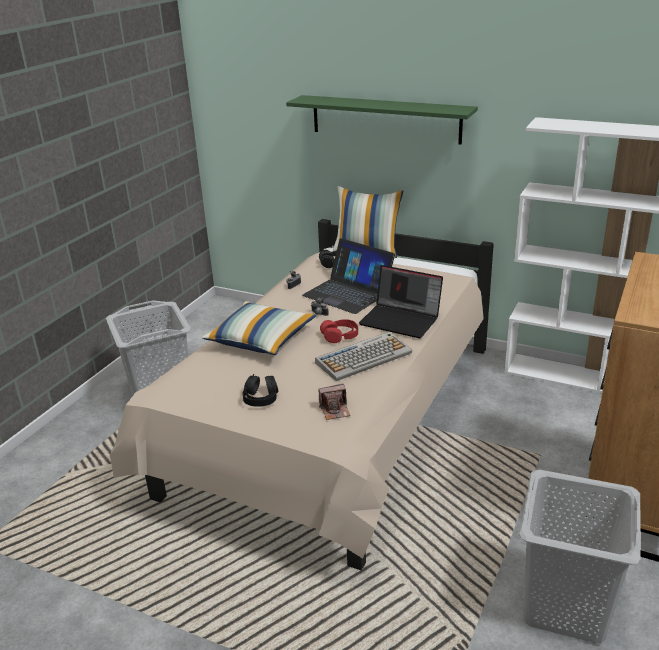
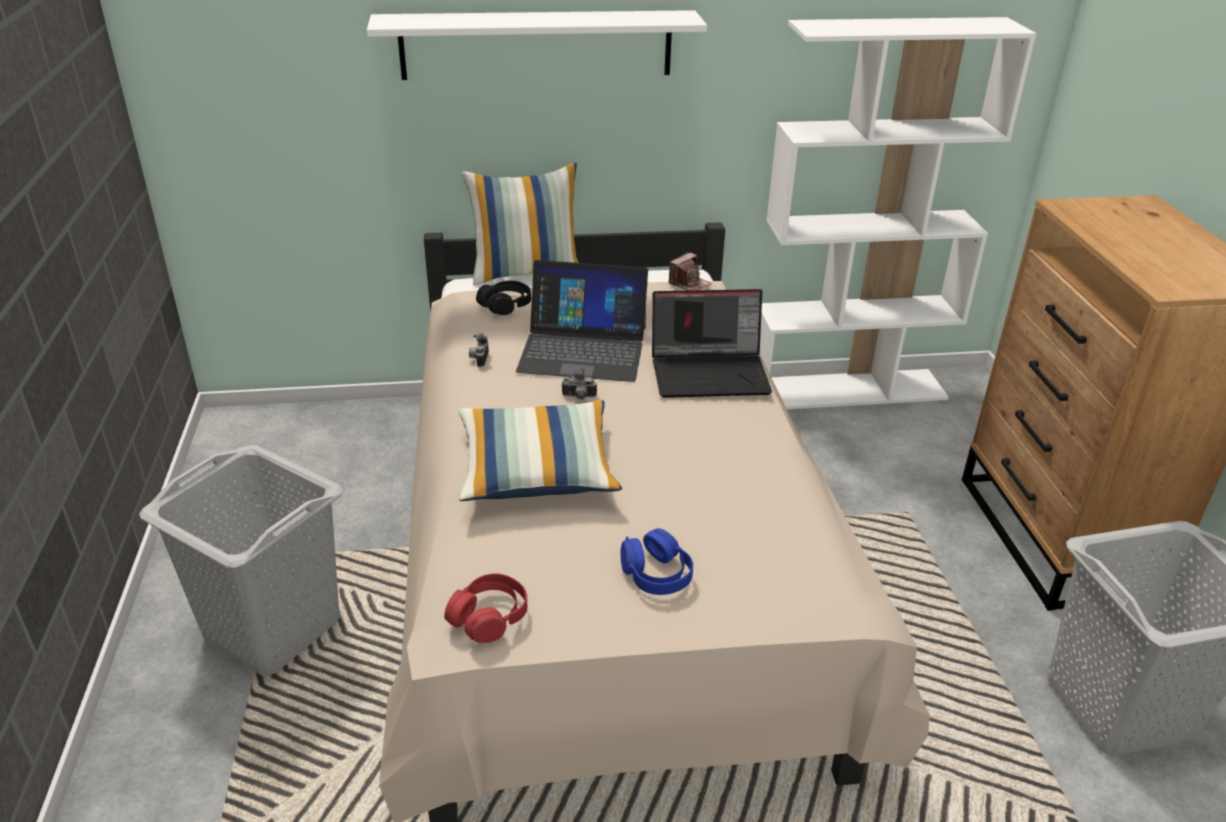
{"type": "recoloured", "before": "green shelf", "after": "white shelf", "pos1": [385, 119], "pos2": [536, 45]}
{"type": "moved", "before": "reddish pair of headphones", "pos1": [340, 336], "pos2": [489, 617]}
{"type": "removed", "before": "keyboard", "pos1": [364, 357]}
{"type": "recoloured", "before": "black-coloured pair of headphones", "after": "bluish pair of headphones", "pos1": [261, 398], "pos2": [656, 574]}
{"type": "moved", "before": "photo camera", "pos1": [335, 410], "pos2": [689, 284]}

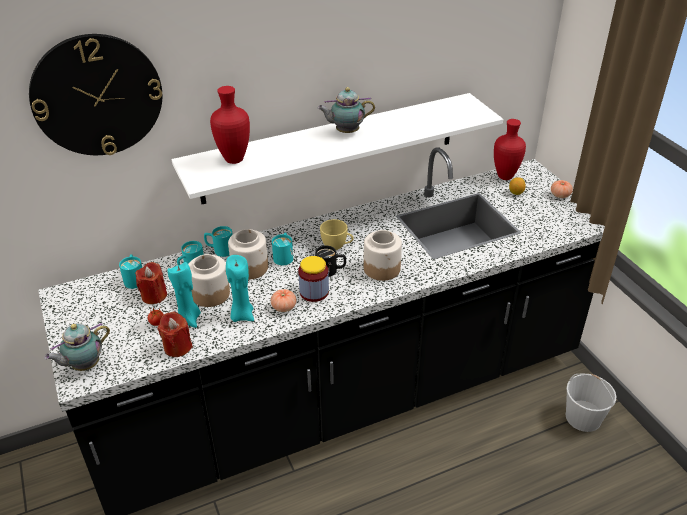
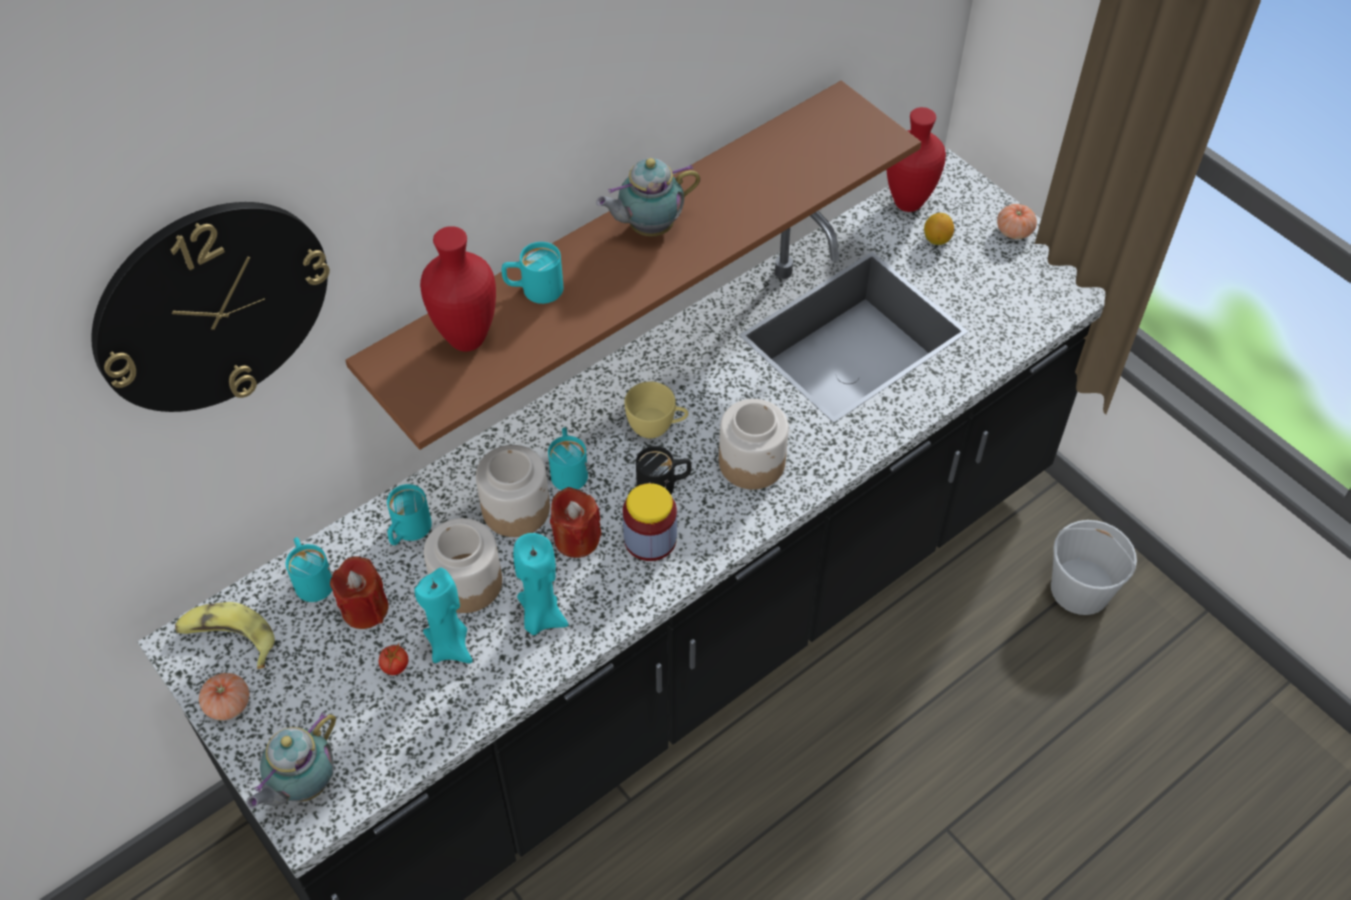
{"type": "recoloured", "before": "white shelf", "after": "brown shelf", "pos1": [331, 148], "pos2": [613, 246]}
{"type": "moved", "before": "turquoise coffee mug", "pos1": [220, 250], "pos2": [533, 289]}
{"type": "moved", "before": "whole tomato", "pos1": [284, 307], "pos2": [228, 704]}
{"type": "moved", "before": "reddish wax light", "pos1": [177, 347], "pos2": [576, 538]}
{"type": "added", "after": "banana fruit", "pos2": [228, 639]}

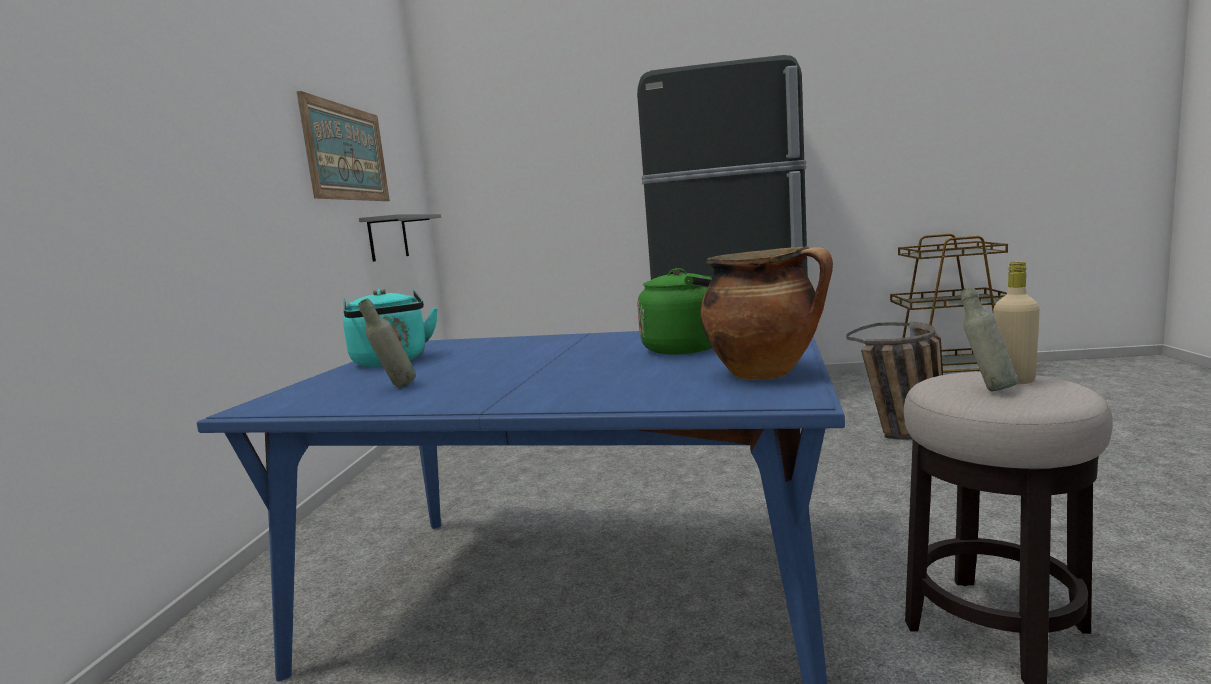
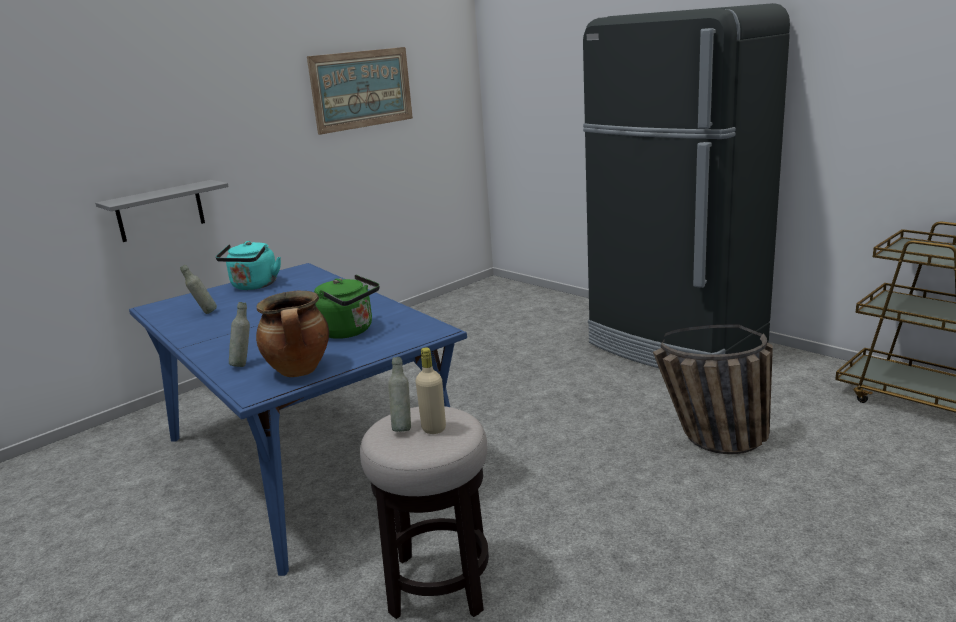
{"type": "moved", "before": "grey shelf", "pos1": [388, 238], "pos2": [160, 211]}
{"type": "added", "after": "grey bottle", "pos2": [244, 364]}

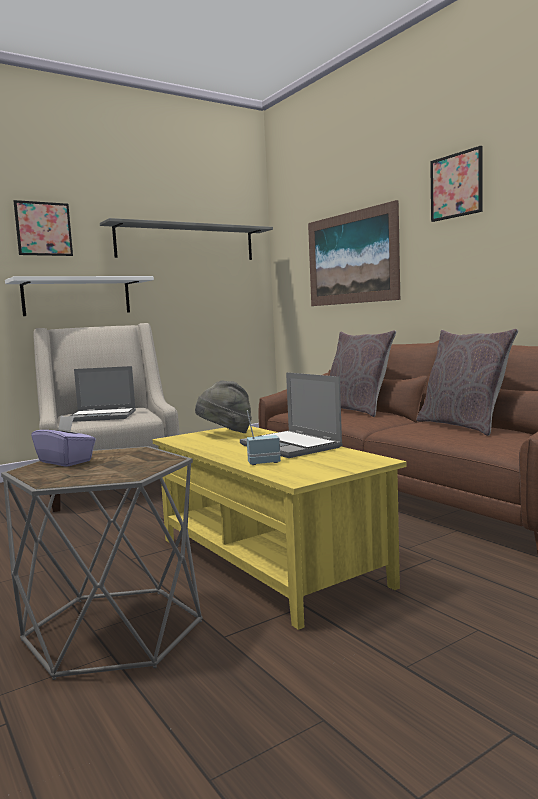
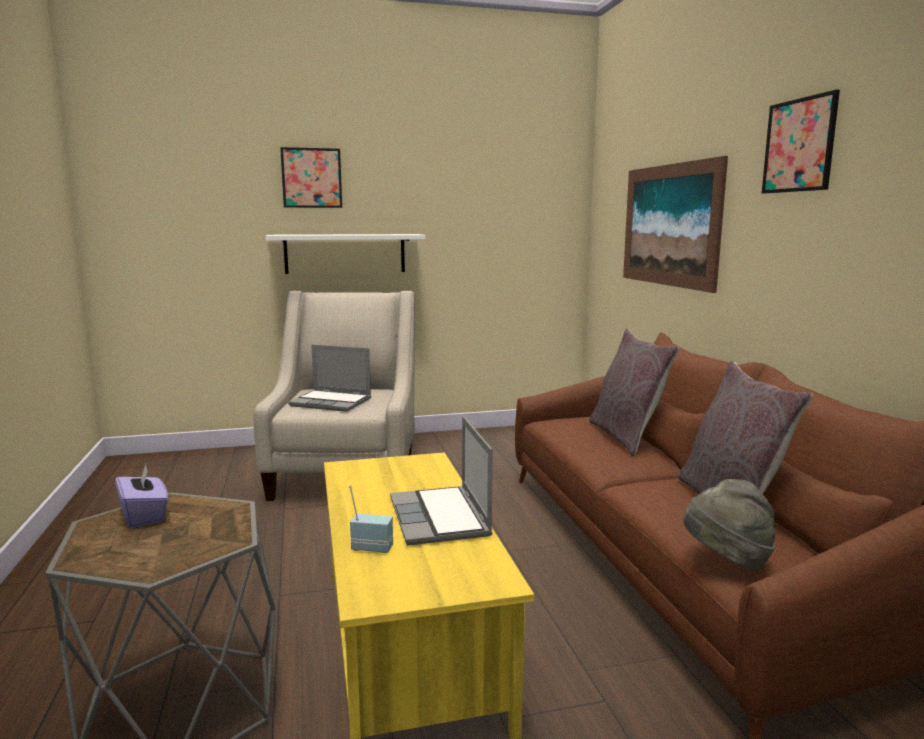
{"type": "removed", "before": "grey shelf", "pos1": [186, 242]}
{"type": "moved", "before": "grey clothing hat", "pos1": [225, 434], "pos2": [726, 560]}

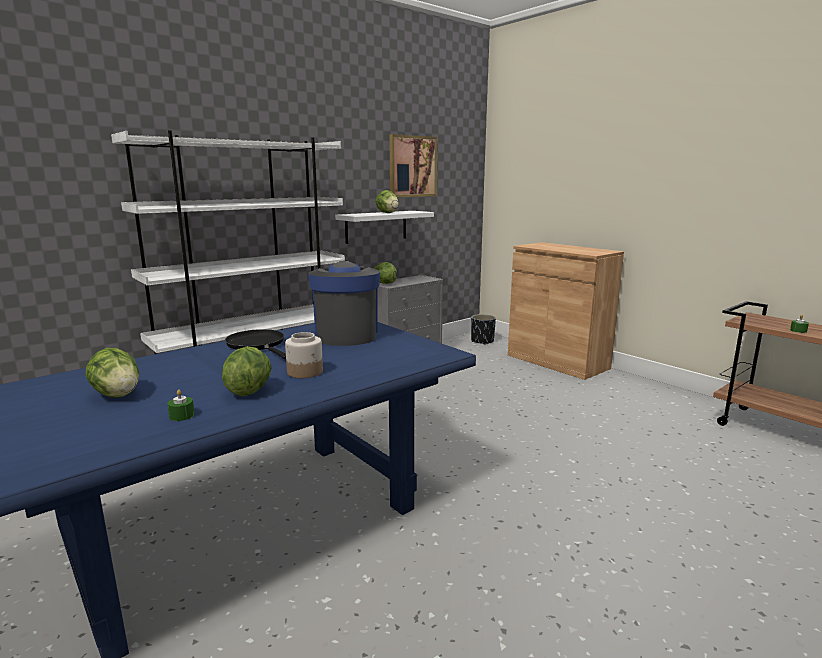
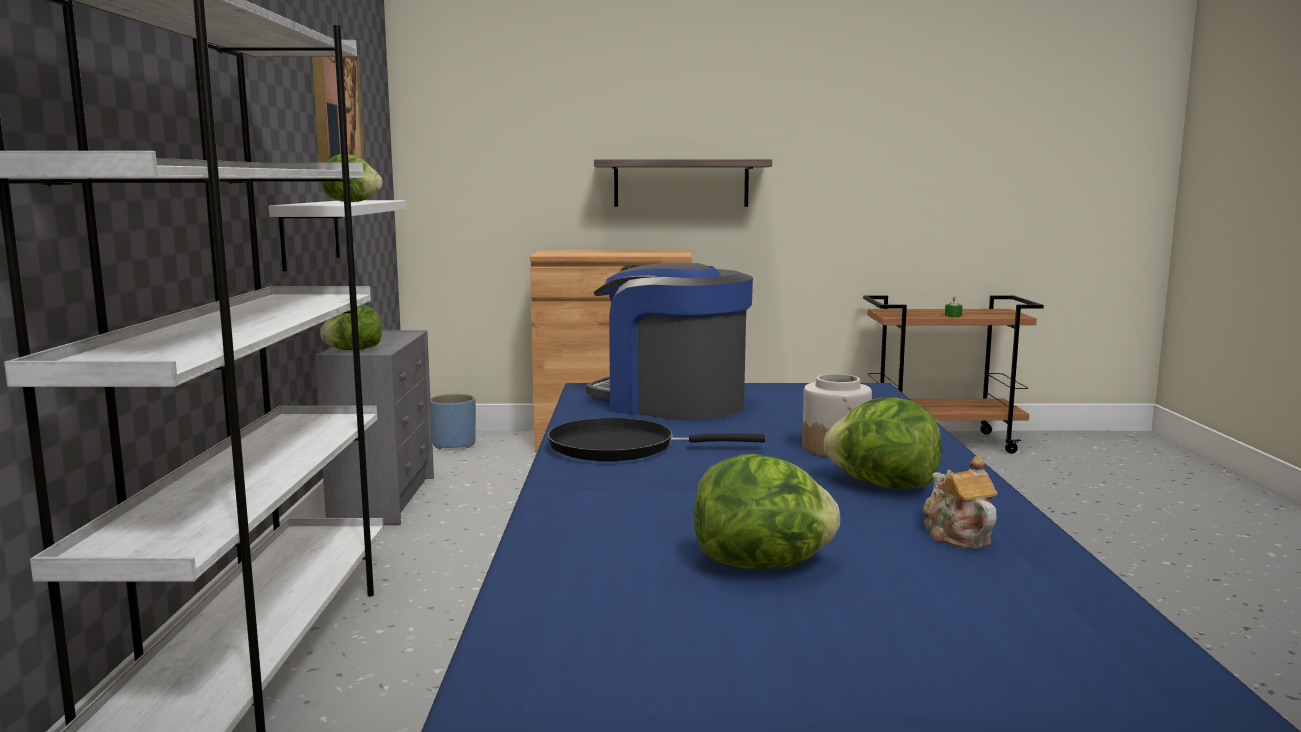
{"type": "recoloured", "before": "black-coloured flower pot", "after": "bluish flower pot", "pos1": [482, 341], "pos2": [454, 444]}
{"type": "replaced", "before": "green wax light", "after": "pot for tea", "pos1": [182, 415], "pos2": [956, 536]}
{"type": "added", "after": "shelf", "pos2": [681, 183]}

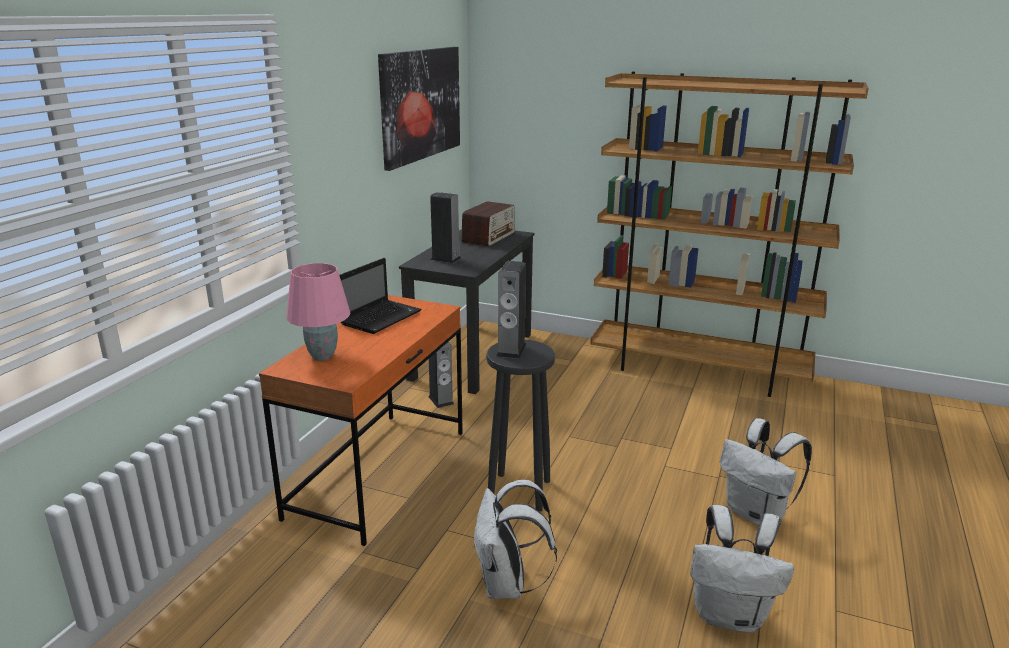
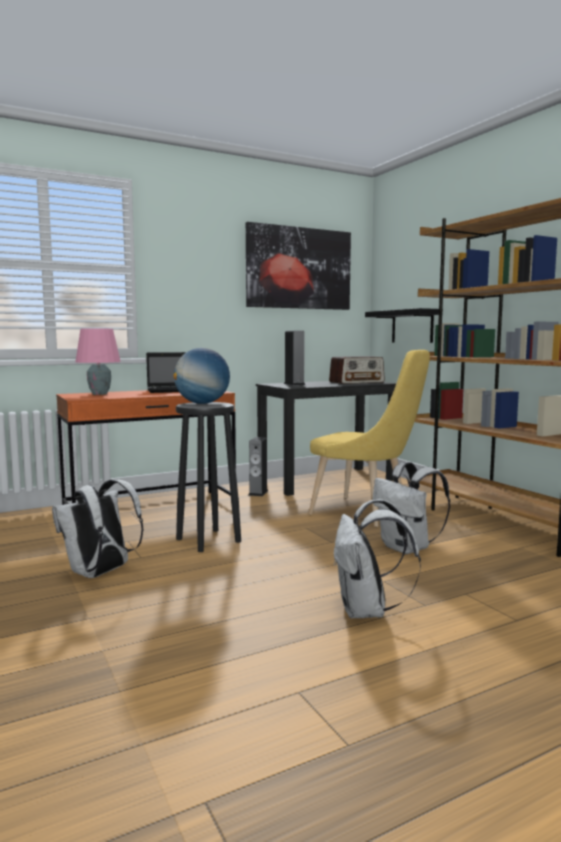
{"type": "replaced", "before": "loudspeaker", "after": "world globe", "pos1": [511, 350], "pos2": [202, 403]}
{"type": "moved", "before": "white knapsack", "pos1": [730, 615], "pos2": [407, 548]}
{"type": "added", "after": "black-coloured shelf", "pos2": [412, 326]}
{"type": "added", "after": "yellow-coloured upright chair", "pos2": [365, 513]}

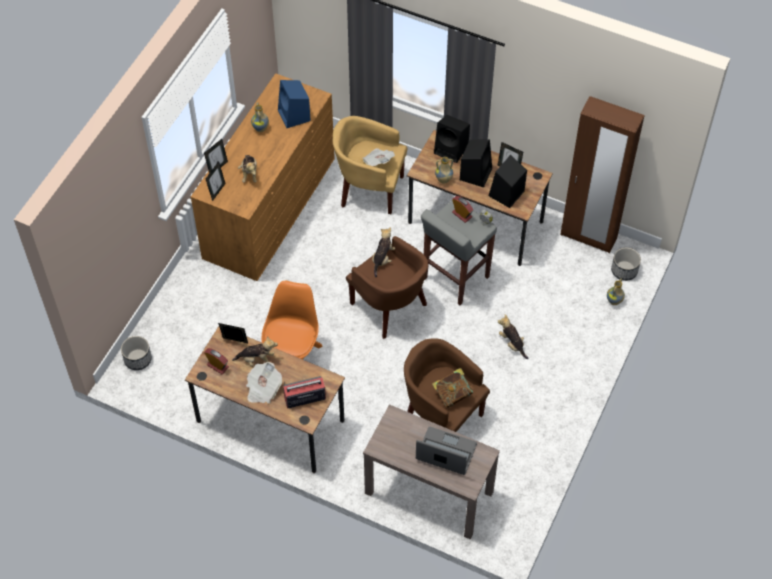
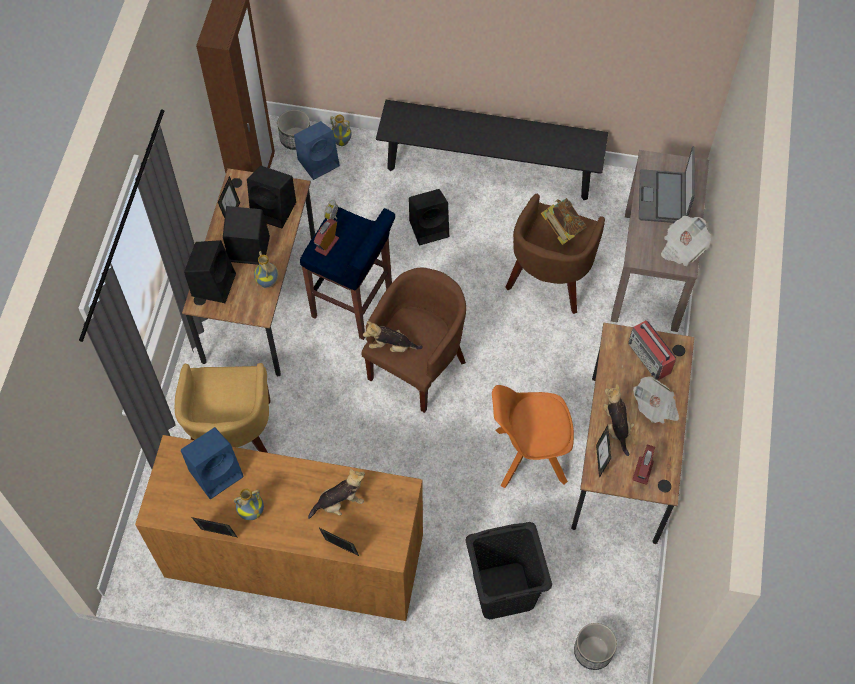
{"type": "moved", "before": "printed paper", "pos1": [378, 162], "pos2": [682, 248]}
{"type": "moved", "before": "photo frame", "pos1": [217, 191], "pos2": [218, 536]}
{"type": "recoloured", "before": "grey sitting stool", "after": "bluish sitting stool", "pos1": [454, 278], "pos2": [353, 305]}
{"type": "replaced", "before": "soft toy", "after": "black-coloured loudspeaker", "pos1": [512, 343], "pos2": [430, 228]}
{"type": "added", "after": "black-coloured long seat", "pos2": [489, 169]}
{"type": "added", "after": "bluish loudspeaker", "pos2": [319, 162]}
{"type": "added", "after": "black-coloured hamper", "pos2": [503, 591]}

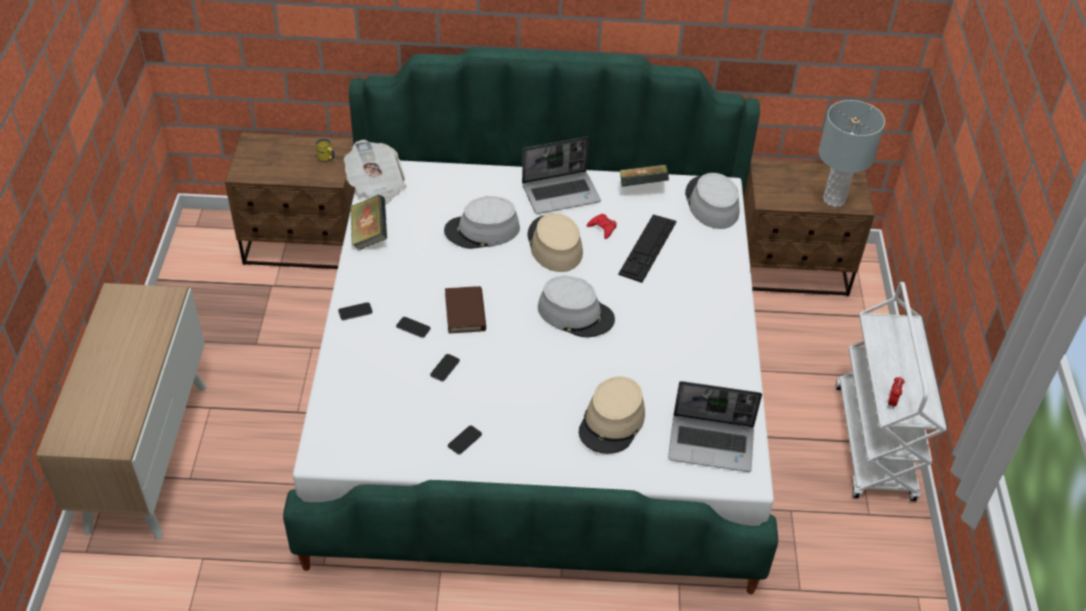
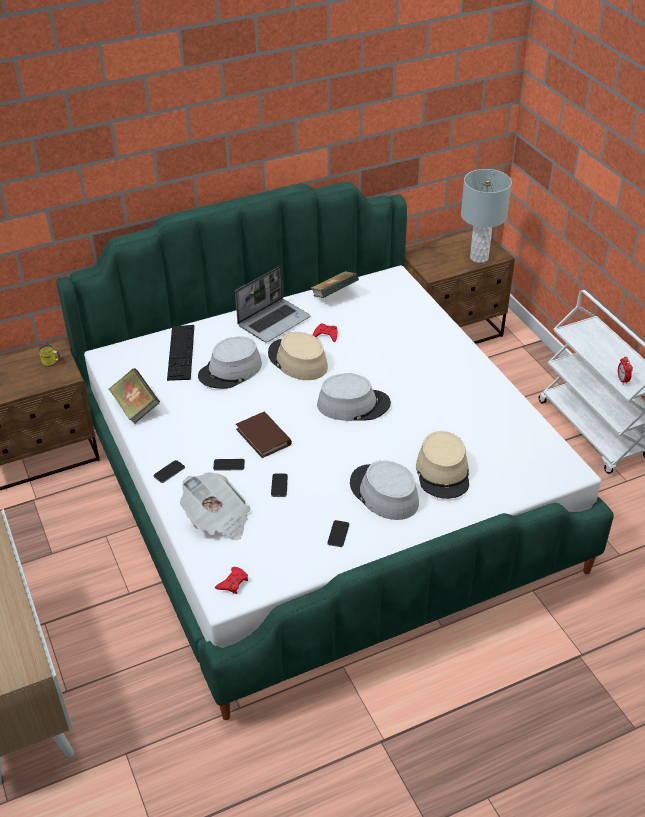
{"type": "moved", "before": "printed paper", "pos1": [376, 186], "pos2": [217, 519]}
{"type": "moved", "before": "grey clothing hat", "pos1": [711, 203], "pos2": [383, 493]}
{"type": "moved", "before": "keyboard", "pos1": [647, 248], "pos2": [181, 352]}
{"type": "removed", "before": "laptop", "pos1": [712, 444]}
{"type": "added", "after": "reddish gamepad", "pos2": [233, 583]}

